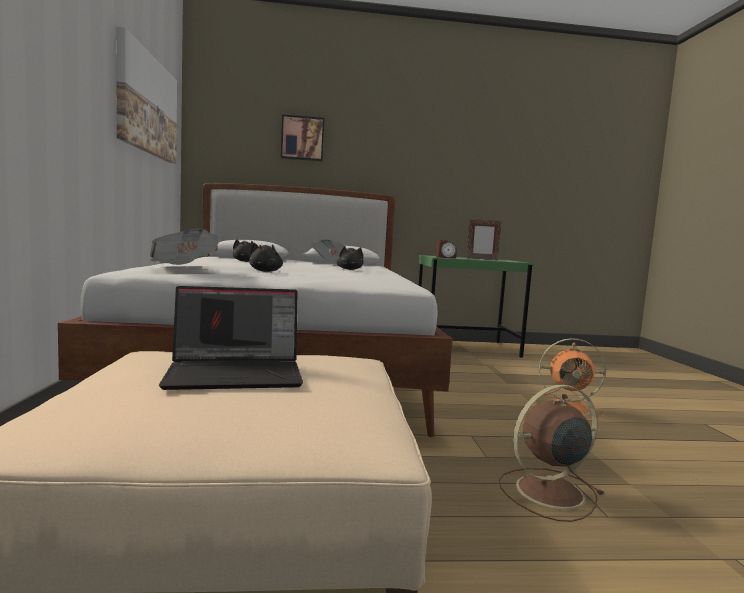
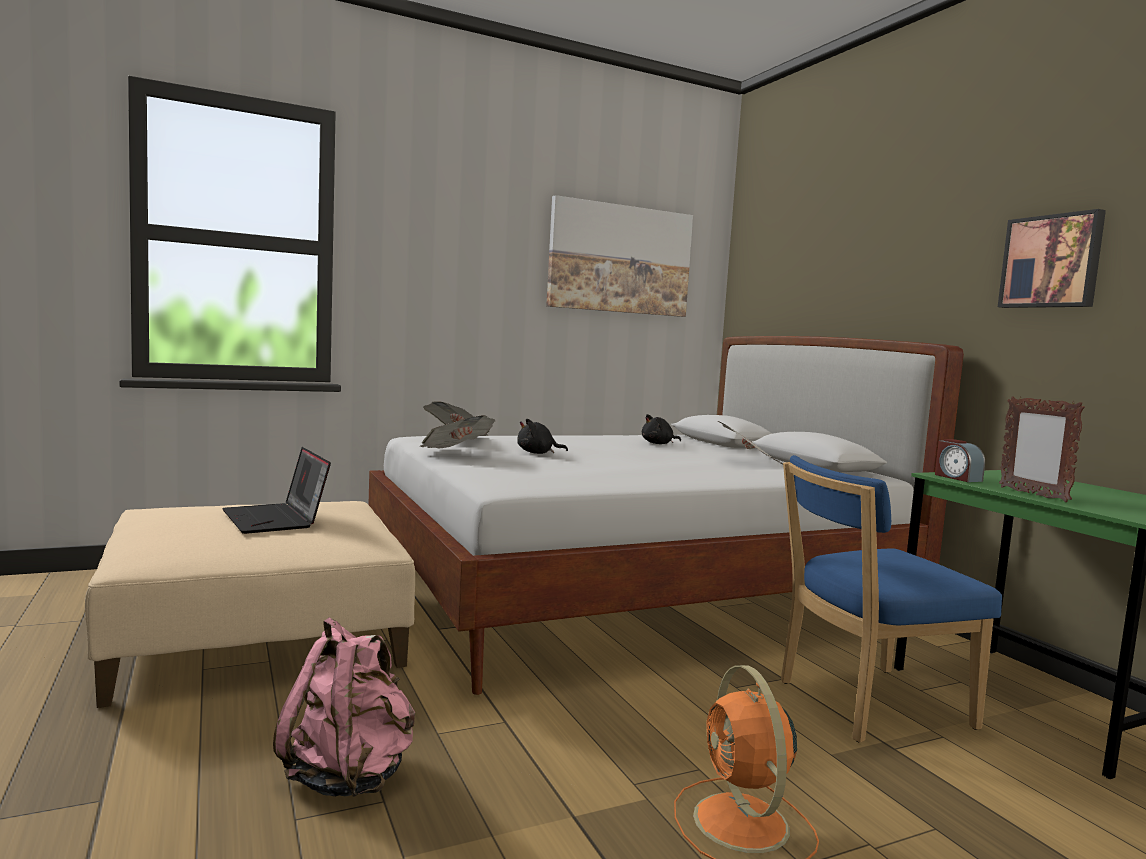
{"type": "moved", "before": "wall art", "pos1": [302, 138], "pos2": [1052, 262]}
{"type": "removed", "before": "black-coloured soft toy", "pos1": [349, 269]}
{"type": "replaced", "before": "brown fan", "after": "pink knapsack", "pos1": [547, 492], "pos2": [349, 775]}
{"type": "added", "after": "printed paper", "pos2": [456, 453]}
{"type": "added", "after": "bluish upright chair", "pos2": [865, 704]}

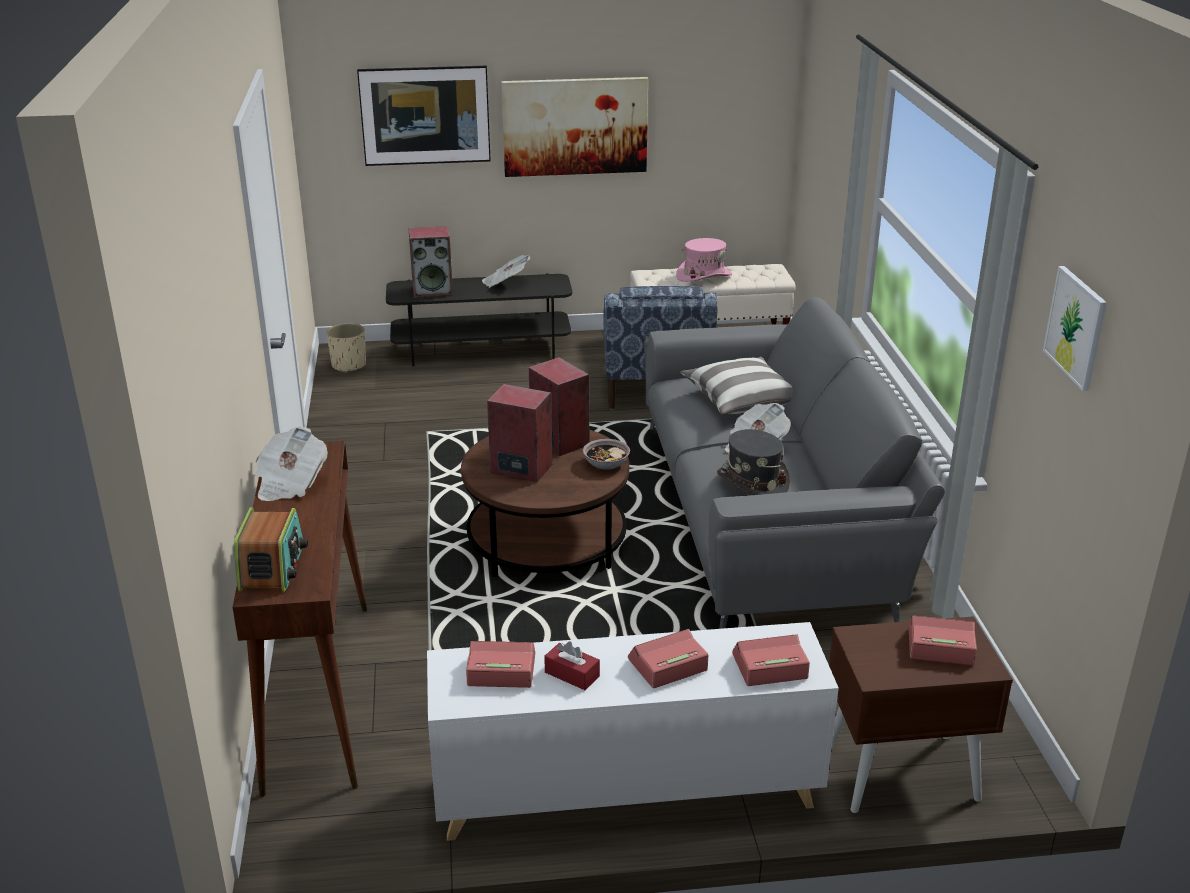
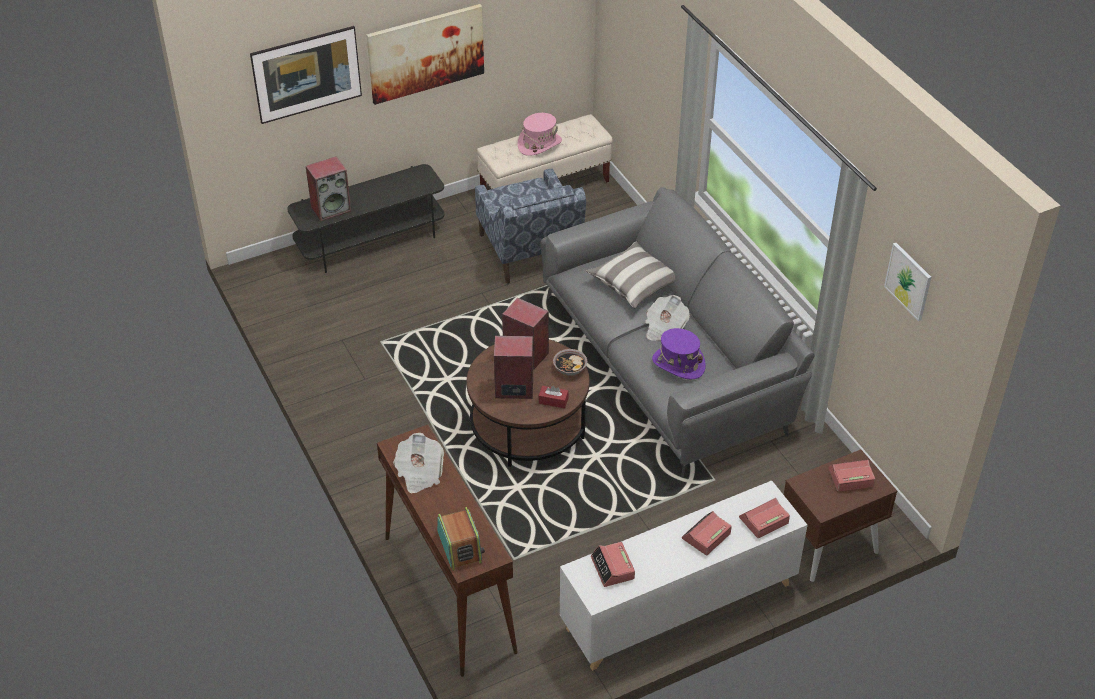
{"type": "removed", "before": "printed paper", "pos1": [505, 283]}
{"type": "removed", "before": "sand-coloured flower pot", "pos1": [349, 365]}
{"type": "recoloured", "before": "grey clothing hat", "after": "purple clothing hat", "pos1": [752, 482], "pos2": [678, 364]}
{"type": "turned", "before": "table clock", "pos1": [501, 671], "pos2": [612, 568], "turn": -90}
{"type": "moved", "before": "reddish box of tissues", "pos1": [572, 674], "pos2": [553, 401]}

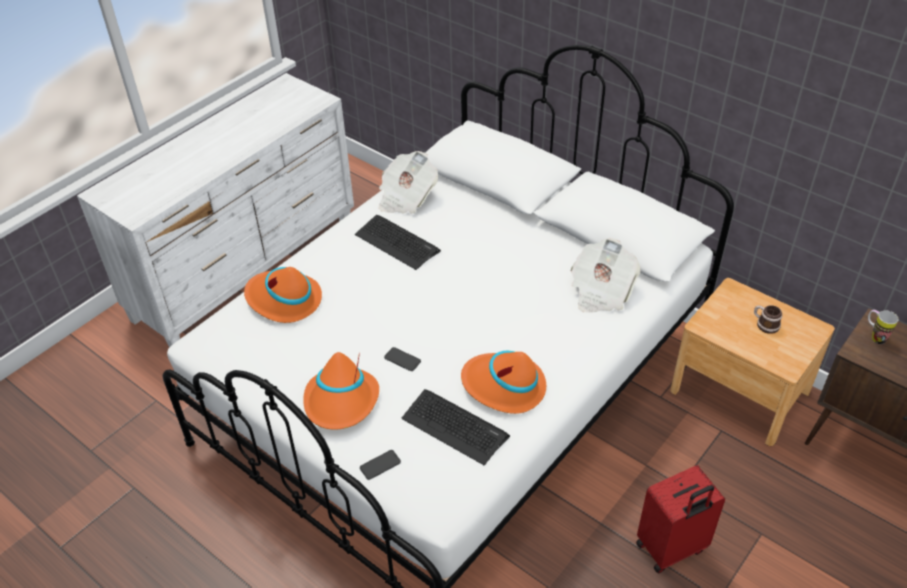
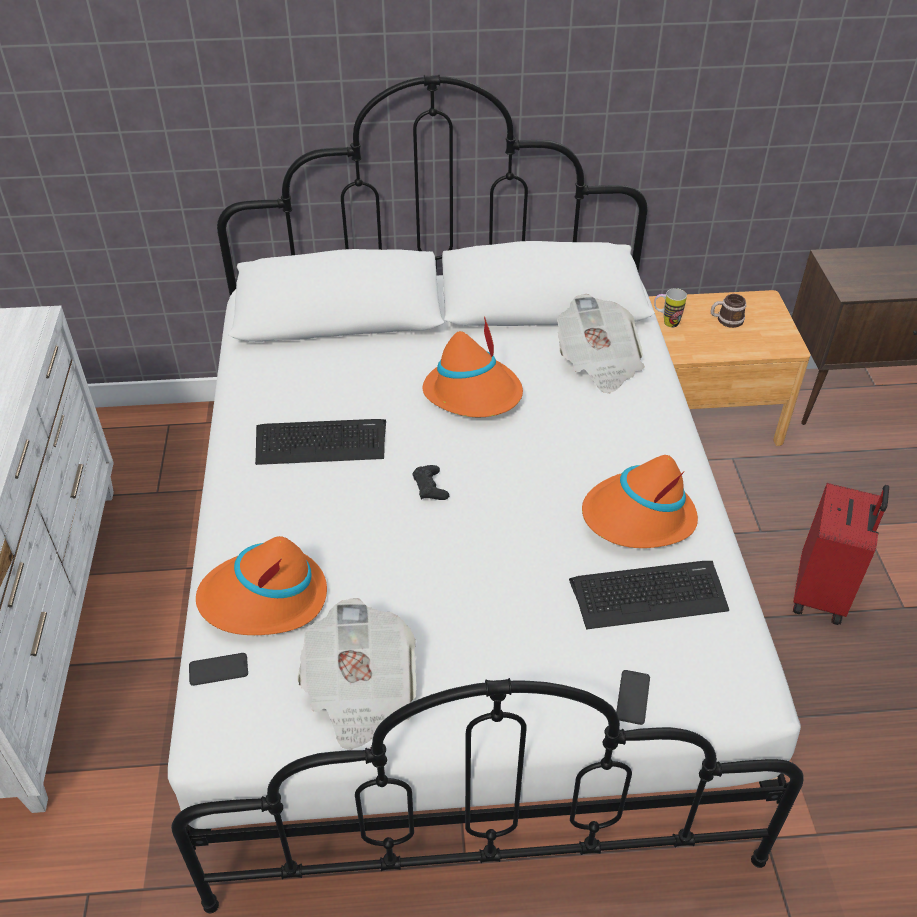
{"type": "moved", "before": "printed paper", "pos1": [406, 197], "pos2": [360, 693]}
{"type": "moved", "before": "coffee mug", "pos1": [874, 336], "pos2": [666, 322]}
{"type": "moved", "before": "handset", "pos1": [402, 359], "pos2": [218, 669]}
{"type": "moved", "before": "orange-coloured clothing hat", "pos1": [341, 402], "pos2": [474, 394]}
{"type": "added", "after": "black-coloured gamepad", "pos2": [430, 487]}

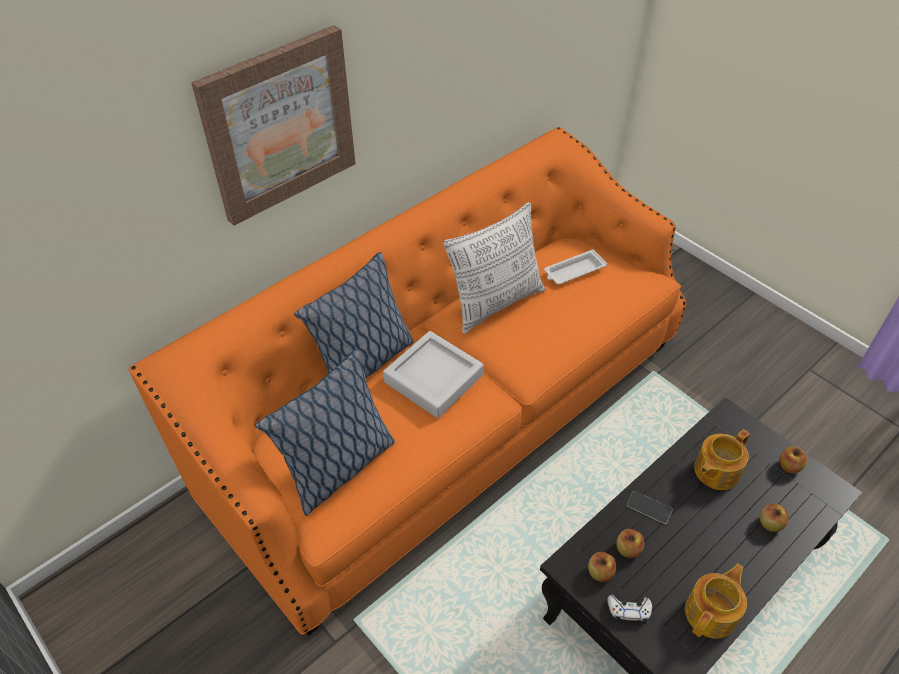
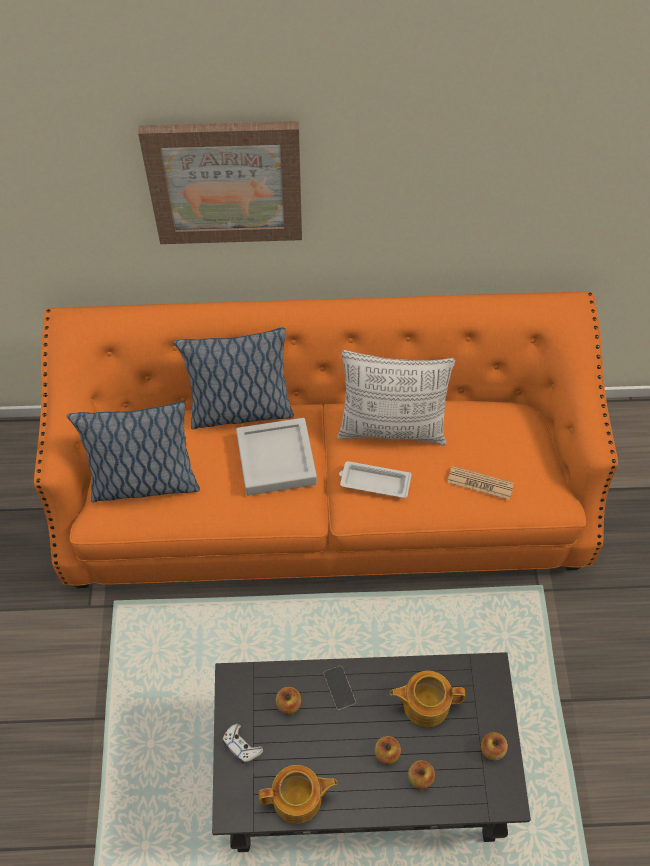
{"type": "moved", "before": "white serving tray", "pos1": [573, 271], "pos2": [374, 482]}
{"type": "moved", "before": "whole apple", "pos1": [600, 572], "pos2": [387, 753]}
{"type": "added", "after": "printed paper", "pos2": [480, 483]}

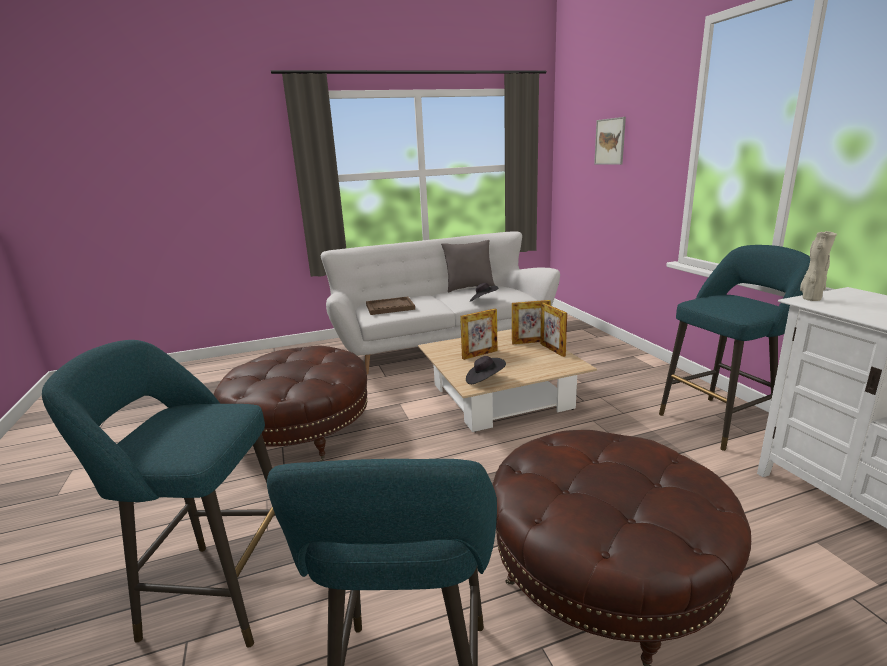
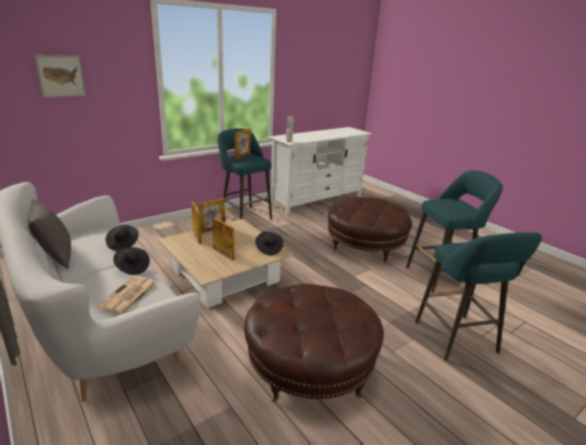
{"type": "replaced", "before": "brown serving tray", "after": "printed paper", "pos1": [390, 307], "pos2": [128, 295]}
{"type": "added", "after": "photo frame", "pos2": [242, 156]}
{"type": "added", "after": "black-coloured clothing hat", "pos2": [132, 267]}

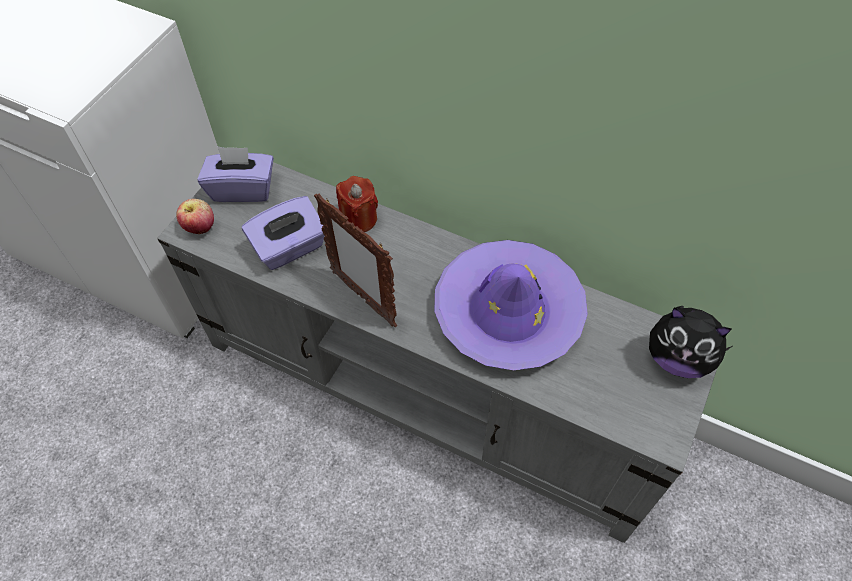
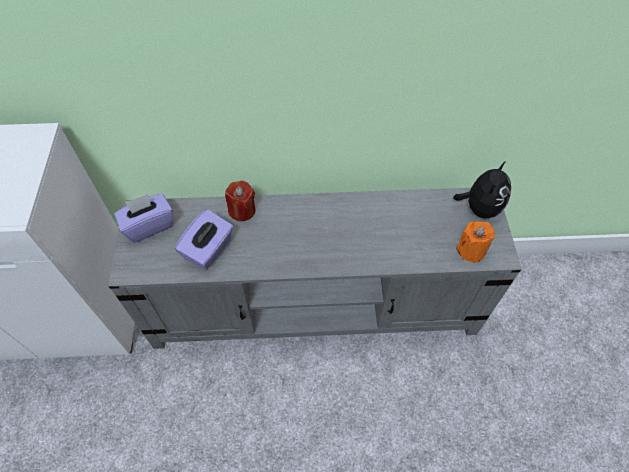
{"type": "removed", "before": "photo frame", "pos1": [363, 297]}
{"type": "removed", "before": "whole apple", "pos1": [200, 227]}
{"type": "removed", "before": "purple clothing hat", "pos1": [508, 312]}
{"type": "turned", "before": "soft toy", "pos1": [677, 358], "pos2": [479, 208], "turn": -60}
{"type": "added", "after": "orange-coloured wax light", "pos2": [471, 250]}

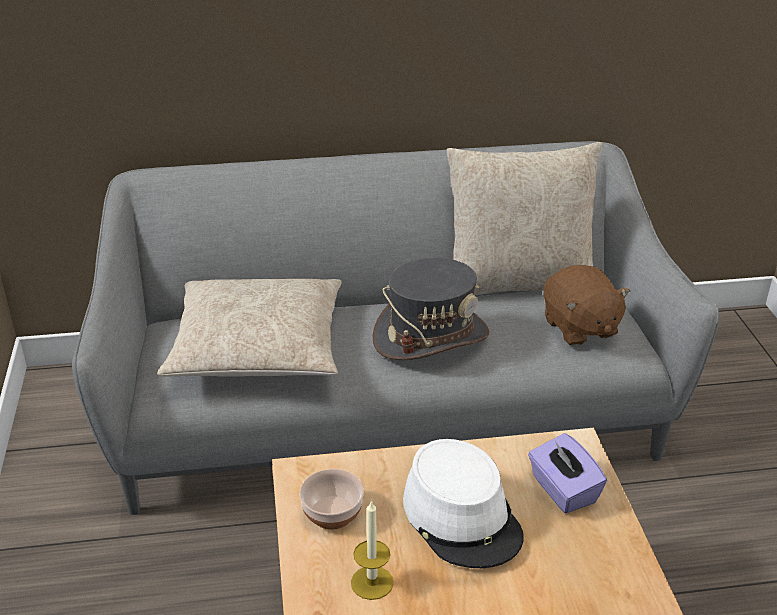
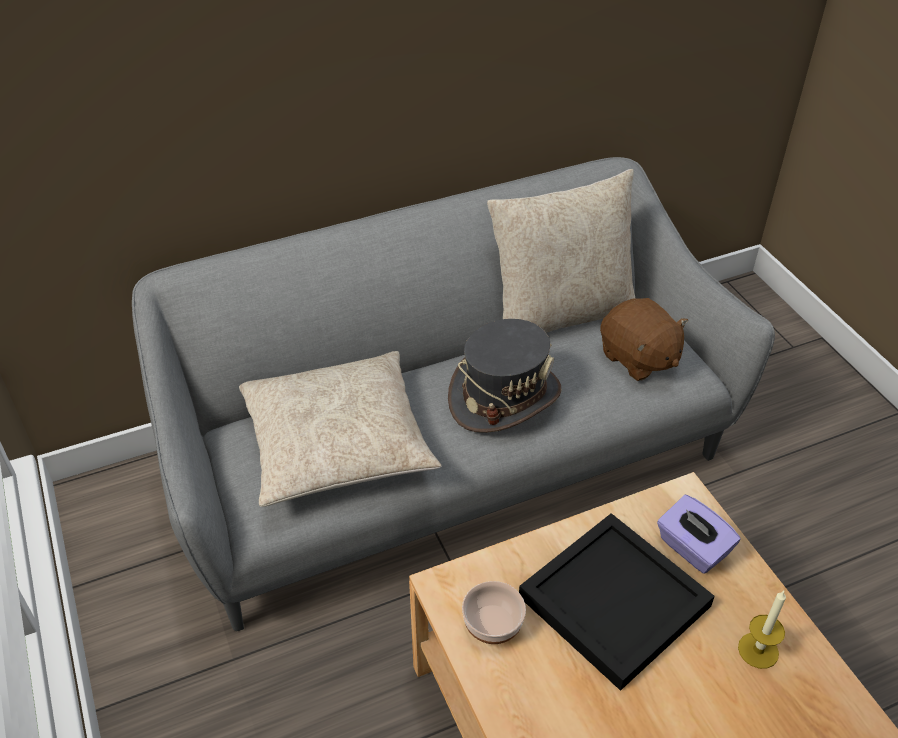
{"type": "replaced", "before": "white clothing hat", "after": "black-coloured serving tray", "pos1": [462, 517], "pos2": [614, 599]}
{"type": "moved", "before": "wax light", "pos1": [372, 582], "pos2": [758, 650]}

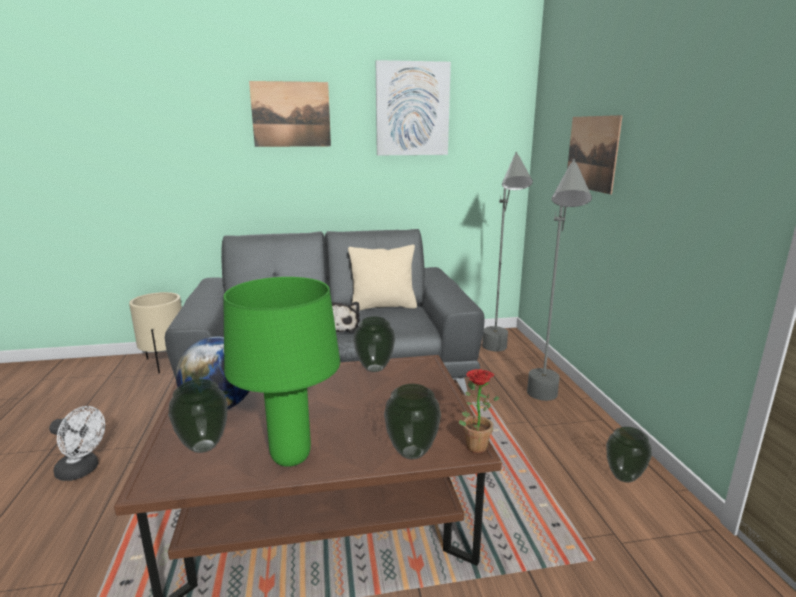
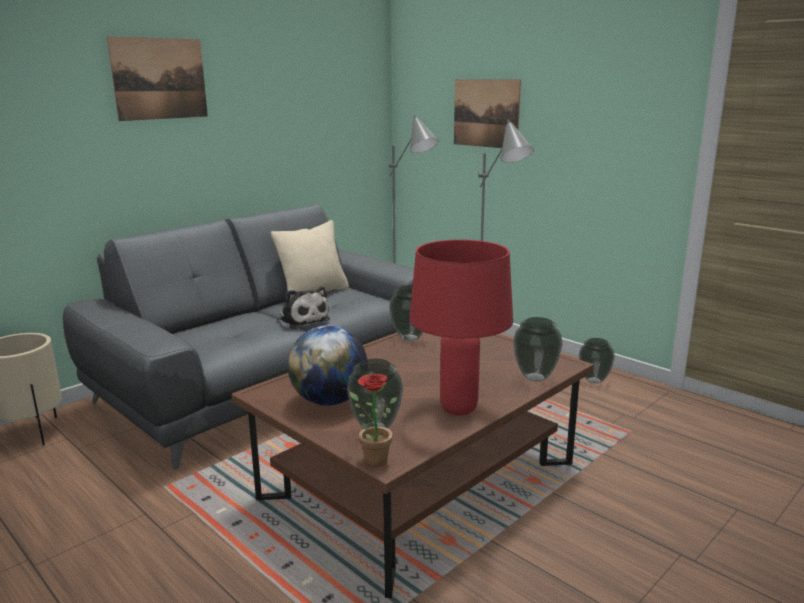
{"type": "removed", "before": "wall art", "pos1": [412, 109]}
{"type": "recoloured", "before": "green tabletop lamp", "after": "reddish tabletop lamp", "pos1": [290, 458], "pos2": [459, 409]}
{"type": "moved", "before": "houseplant", "pos1": [473, 444], "pos2": [371, 459]}
{"type": "removed", "before": "white fan", "pos1": [83, 470]}

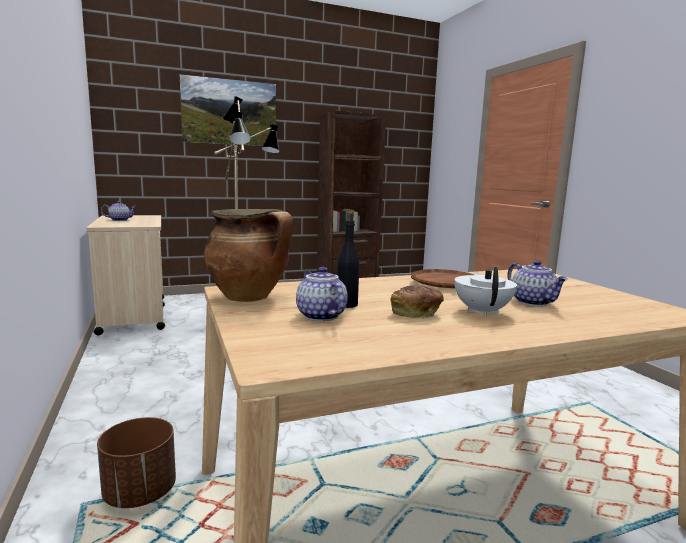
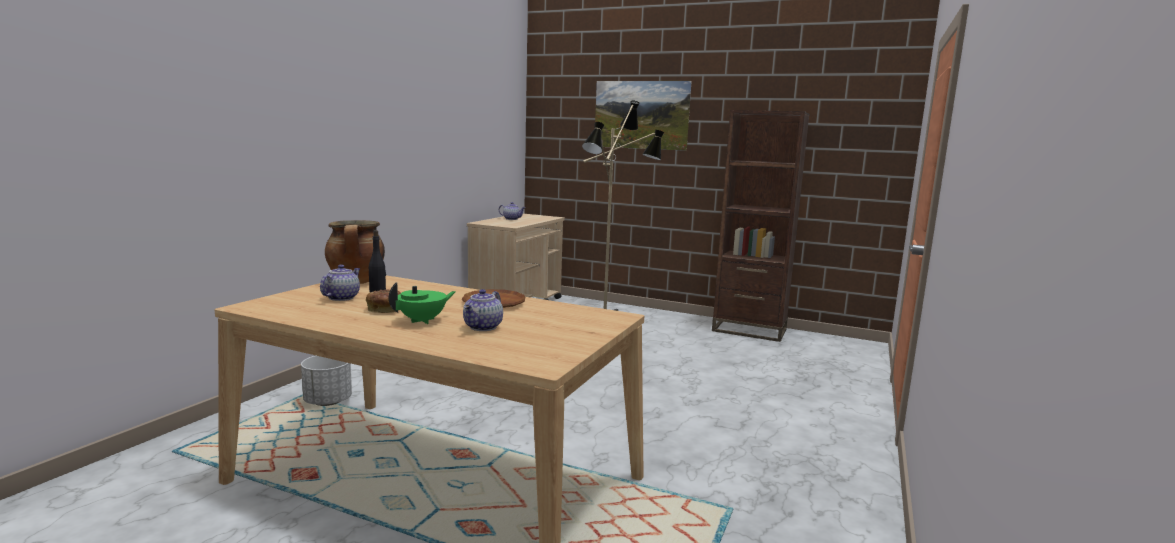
{"type": "recoloured", "before": "white pot for tea", "after": "green pot for tea", "pos1": [482, 311], "pos2": [423, 320]}
{"type": "recoloured", "before": "brown flower pot", "after": "white flower pot", "pos1": [139, 493], "pos2": [327, 402]}

